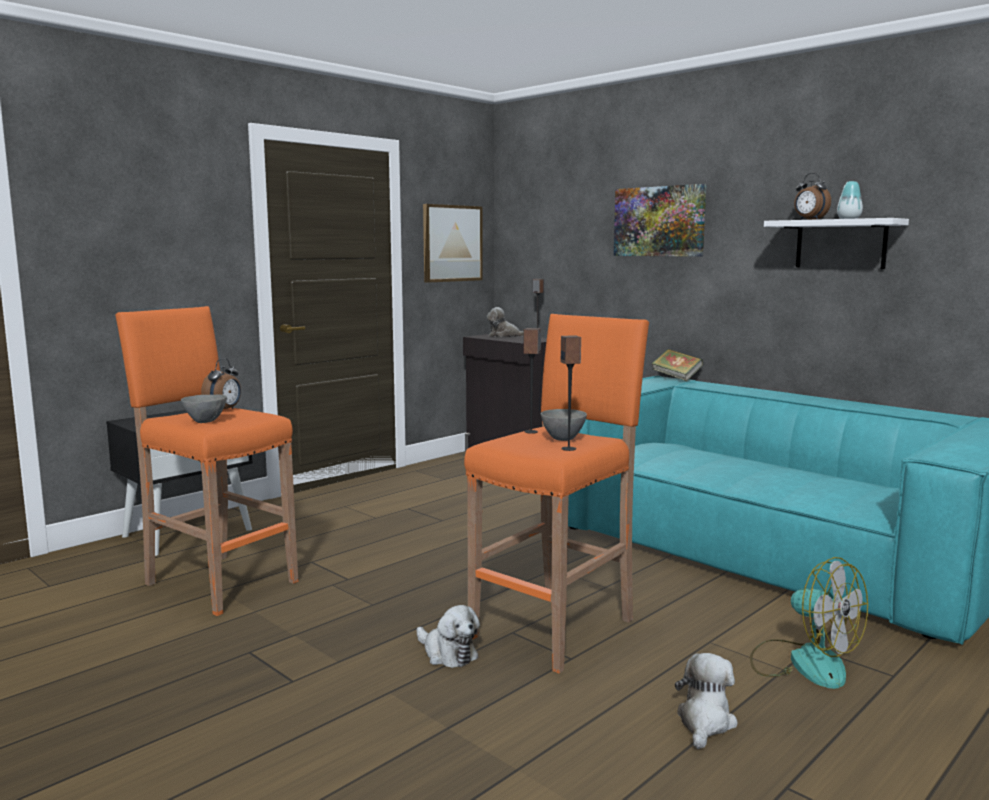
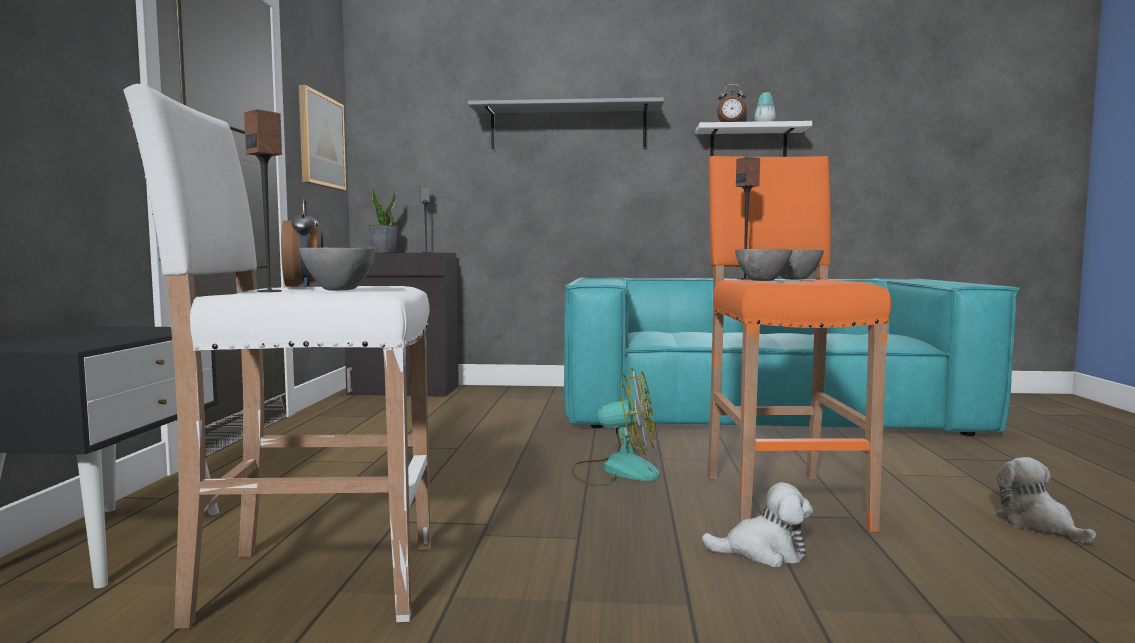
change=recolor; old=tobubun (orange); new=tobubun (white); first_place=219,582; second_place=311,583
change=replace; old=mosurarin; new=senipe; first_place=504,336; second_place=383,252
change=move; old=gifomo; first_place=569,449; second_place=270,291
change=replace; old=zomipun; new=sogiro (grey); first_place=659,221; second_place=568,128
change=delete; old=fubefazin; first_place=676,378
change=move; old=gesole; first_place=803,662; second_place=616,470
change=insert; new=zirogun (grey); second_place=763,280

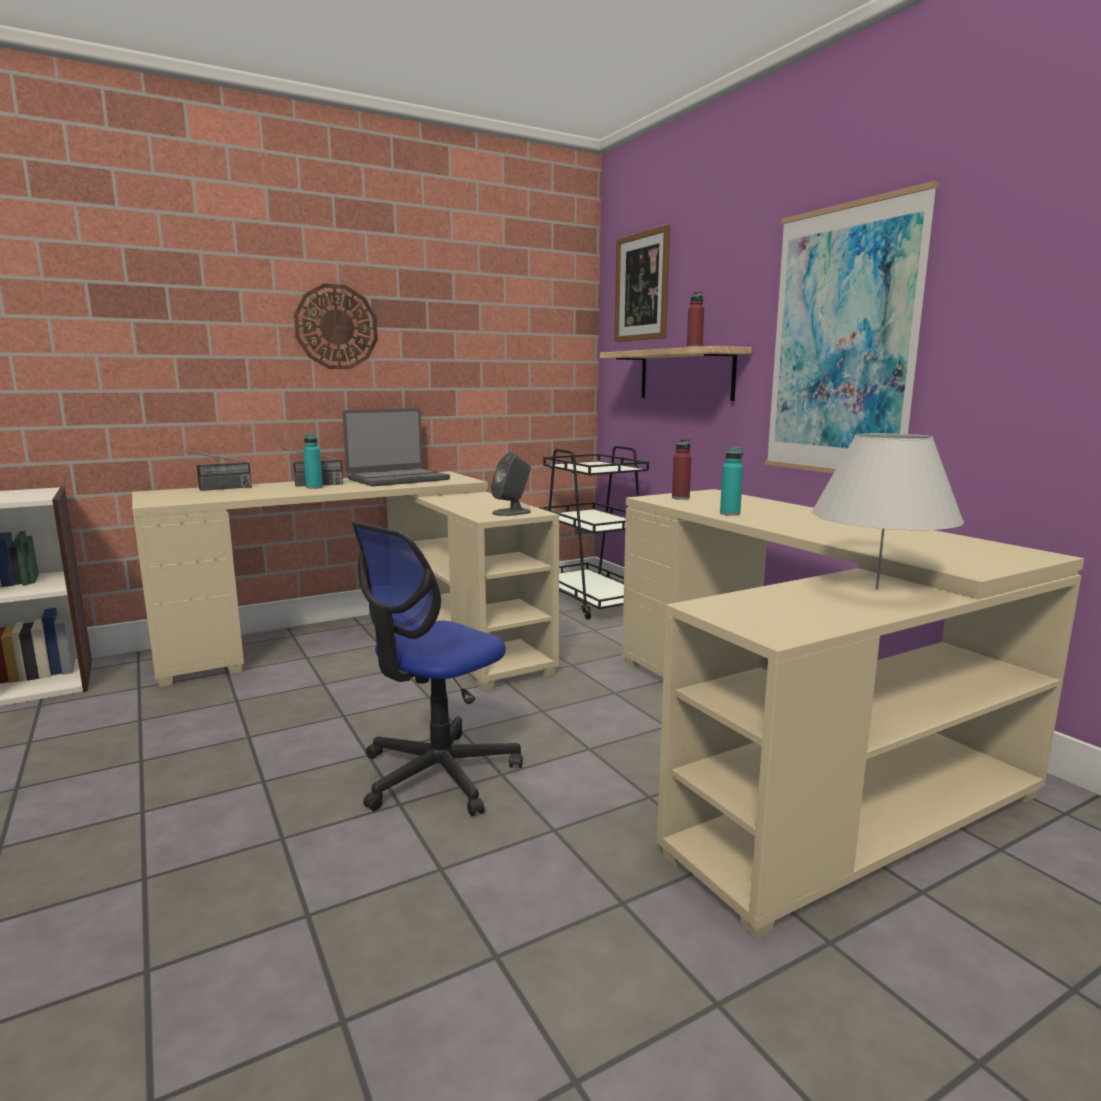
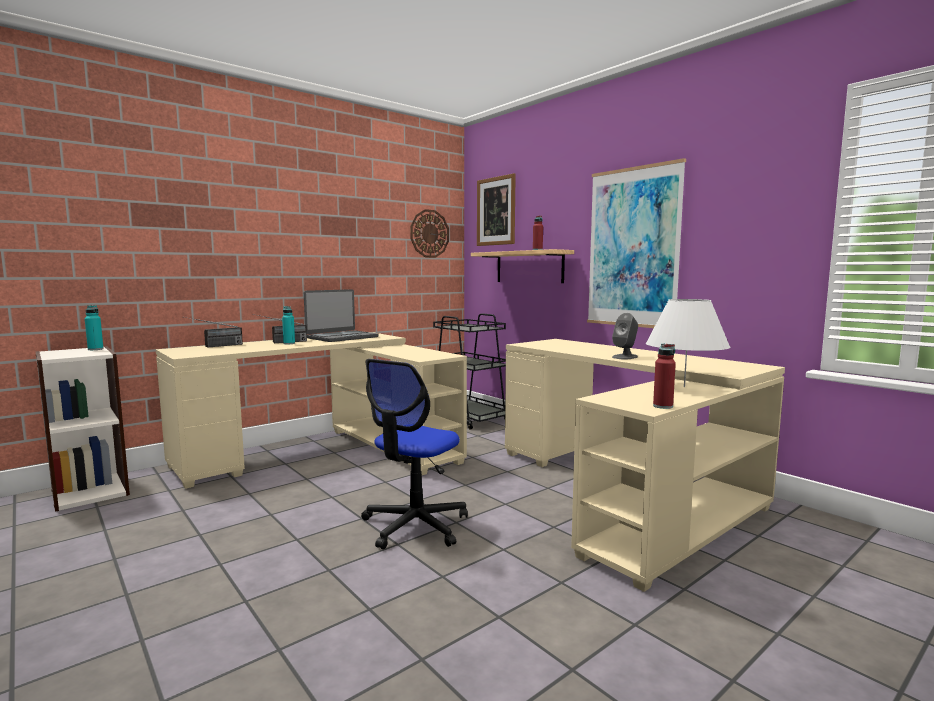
change=move; old=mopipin; first_place=336,327; second_place=429,233
change=move; old=gifomo (grey); first_place=512,512; second_place=625,357
change=move; old=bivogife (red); first_place=680,498; second_place=663,406
change=move; old=bivogife (turquoise); first_place=730,514; second_place=95,349

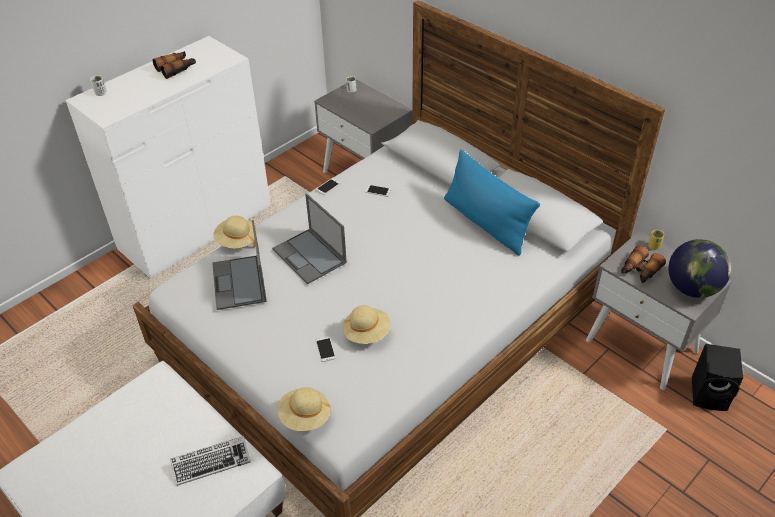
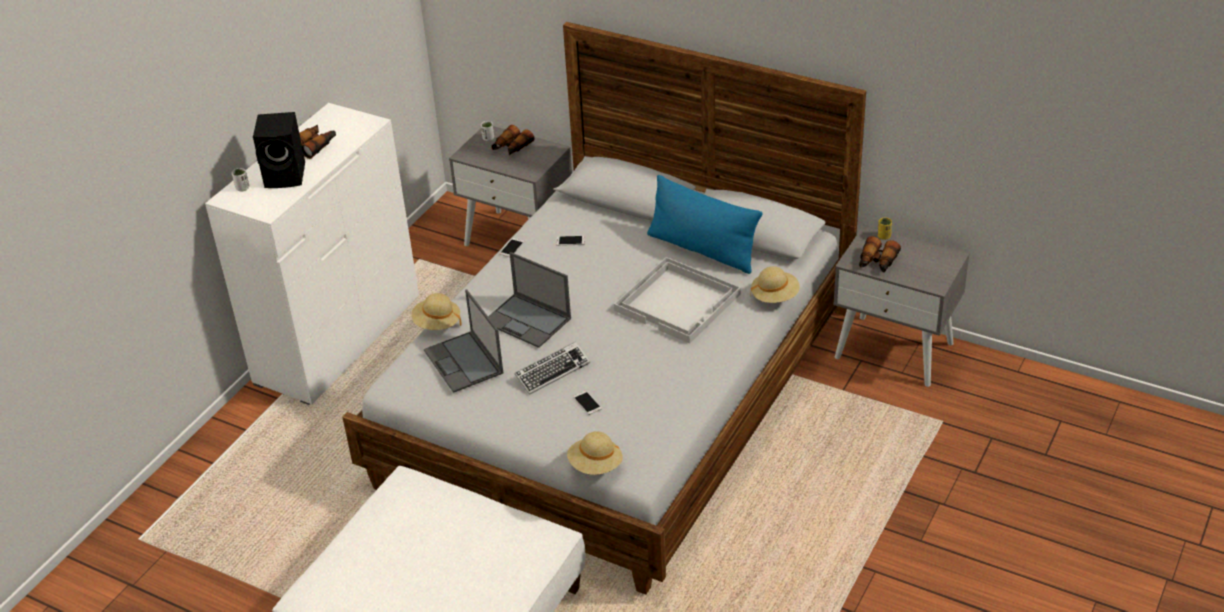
change=move; old=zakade; first_place=211,463; second_place=552,372
change=move; old=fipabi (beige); first_place=367,333; second_place=774,296
change=delete; old=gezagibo; first_place=692,288
change=move; old=gifomo (black); first_place=710,394; second_place=287,175
change=insert; new=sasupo; second_place=511,147
change=insert; new=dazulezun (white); second_place=679,302

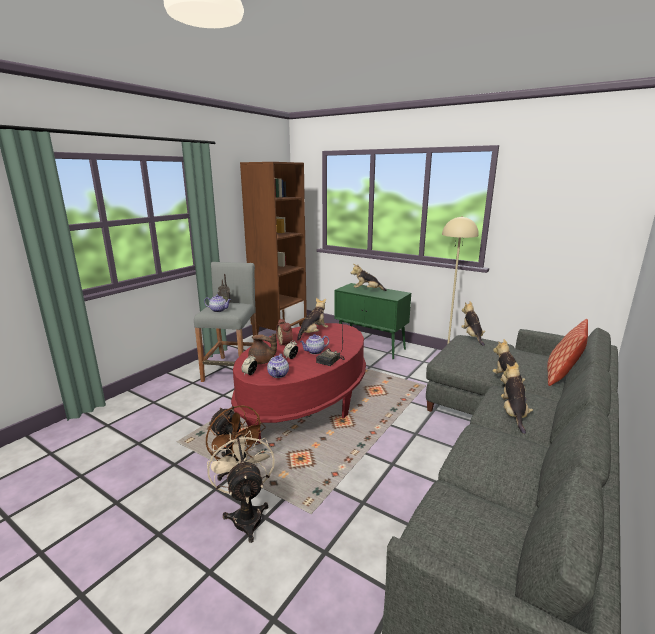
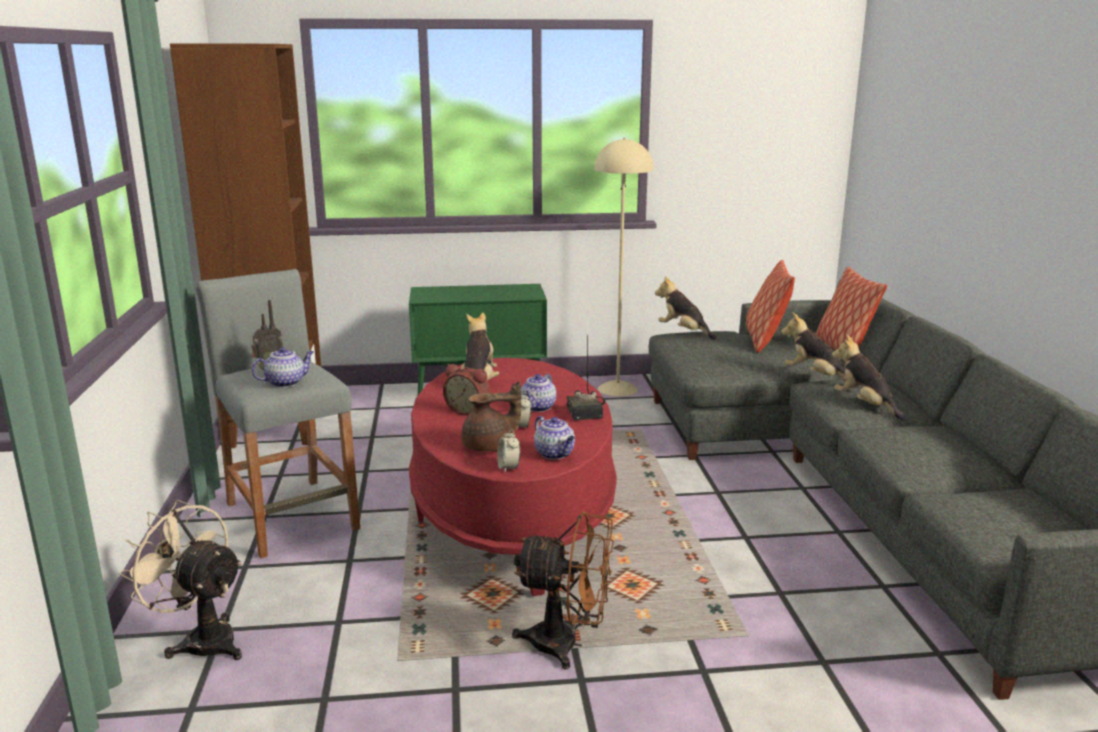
change=move; old=gesole (beige); first_place=246,515; second_place=201,639
change=delete; old=mosurarin; first_place=367,290
change=insert; new=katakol; second_place=765,341

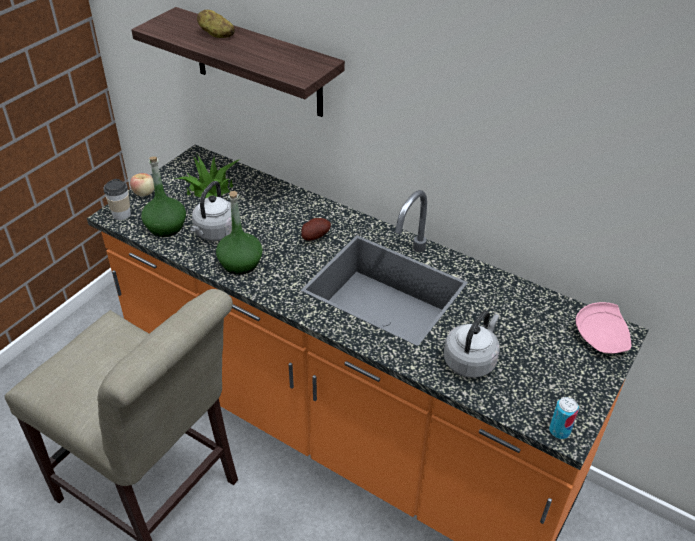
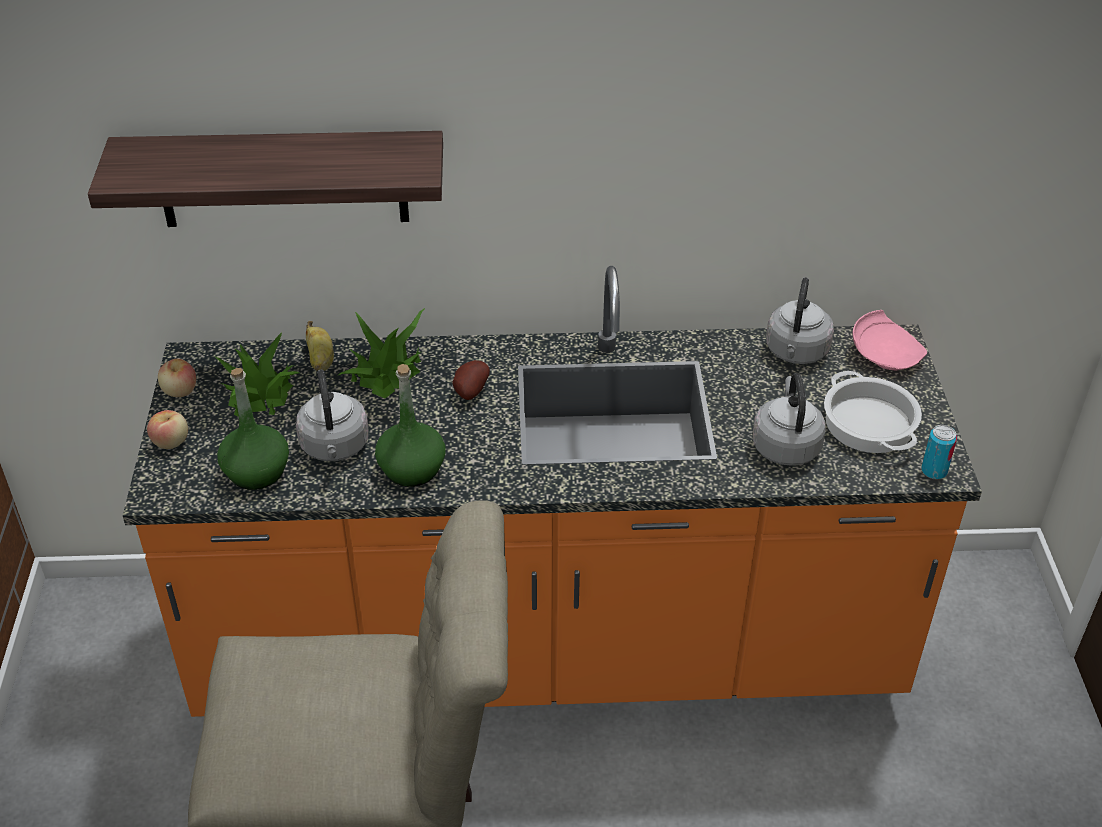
change=delete; old=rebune; first_place=121,214
change=delete; old=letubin; first_place=216,34
change=insert; new=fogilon; second_place=180,391
change=insert; new=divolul; second_place=321,361
change=insert; new=senipe; second_place=387,372
change=insert; new=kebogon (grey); second_place=796,353
change=insert; new=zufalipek; second_place=868,423

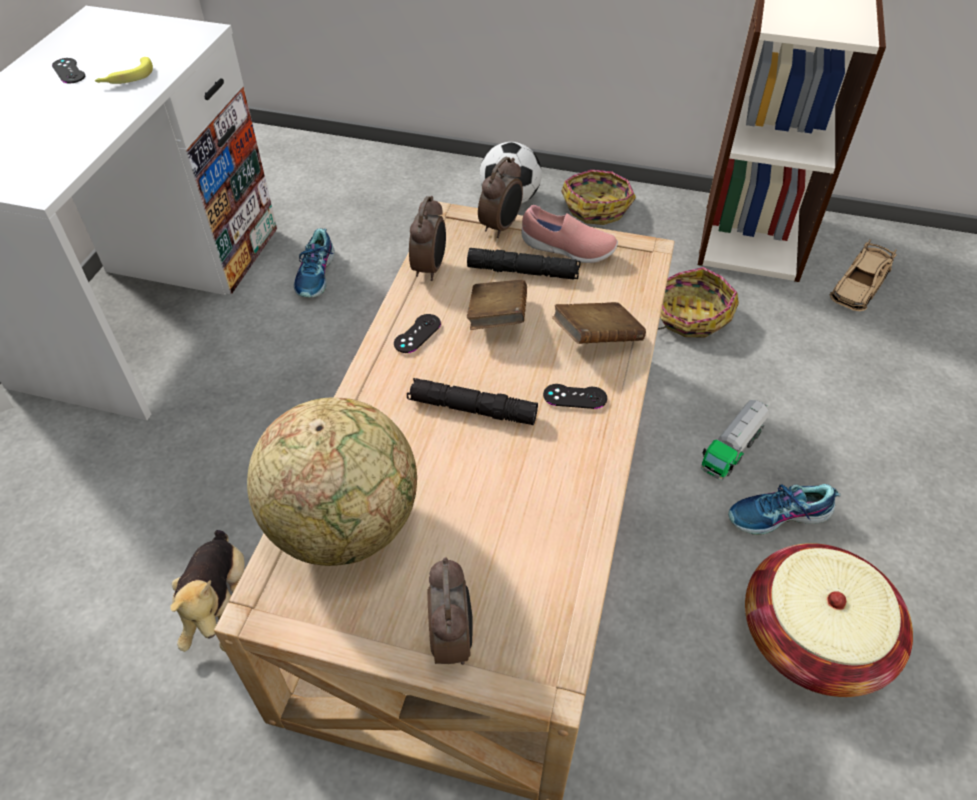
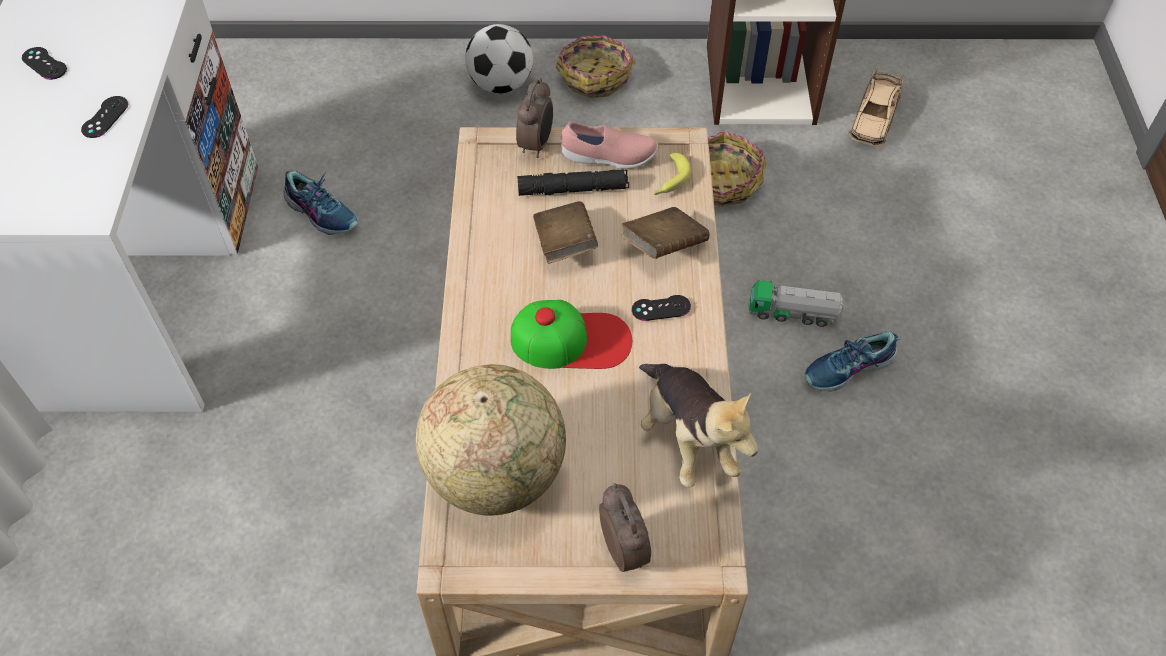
change=move; old=divolul; first_place=126,78; second_place=669,180
change=move; old=mosurarin; first_place=219,605; second_place=687,438
change=rotate; old=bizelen; first_place=317,275; second_place=322,212; degrees=-45
change=move; old=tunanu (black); first_place=417,333; second_place=105,117
change=replace; old=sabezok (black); new=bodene; first_place=472,409; second_place=571,340
change=delete; old=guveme; first_place=430,268
change=rotate; old=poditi; first_place=732,449; second_place=792,313; degrees=75
change=delete; old=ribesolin; first_place=812,638

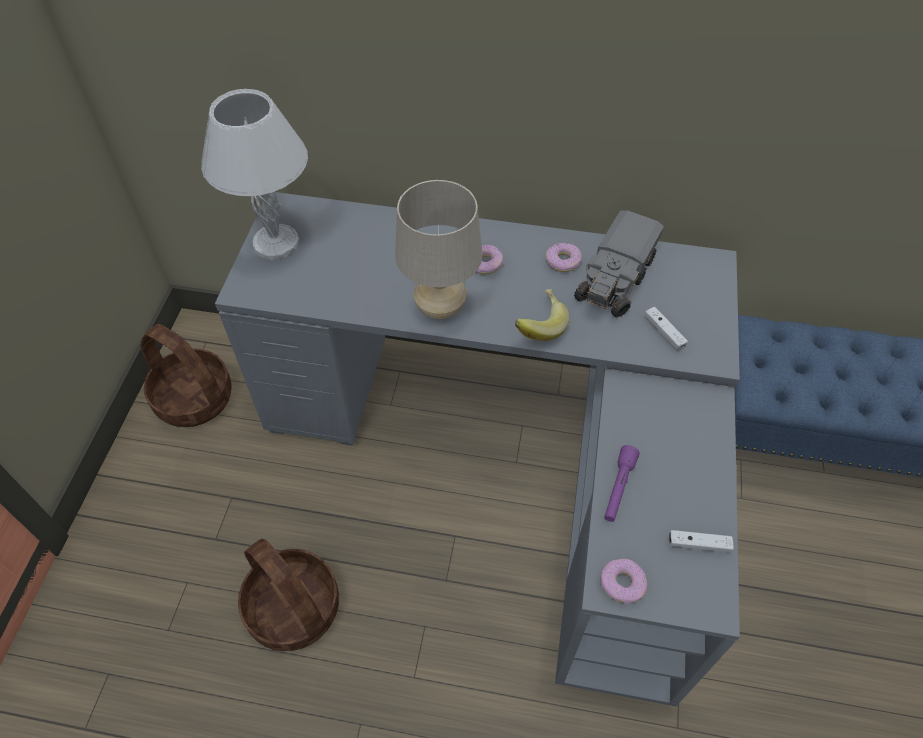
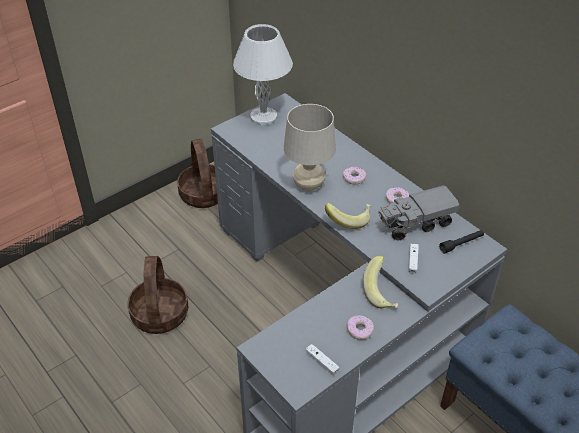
change=move; old=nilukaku; first_place=622,583; second_place=360,330
change=delete; old=sabezok (purple); first_place=618,488
change=insert; new=divolul; second_place=382,293
change=insert; new=sabezok (black); second_place=461,244

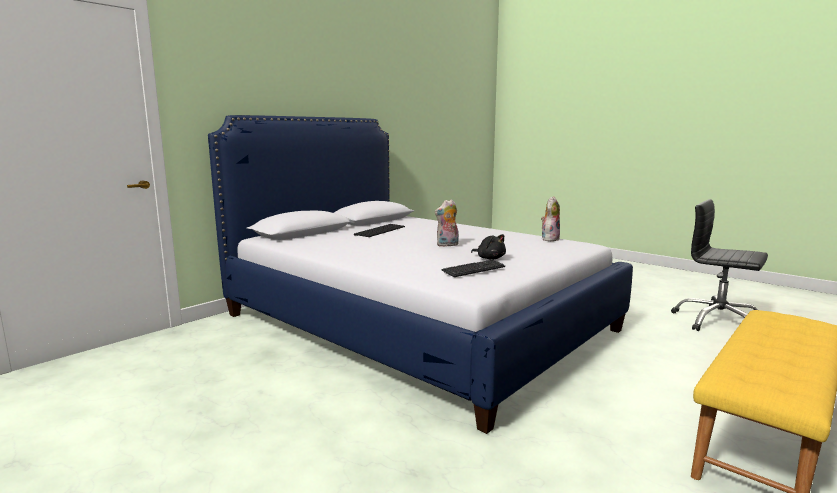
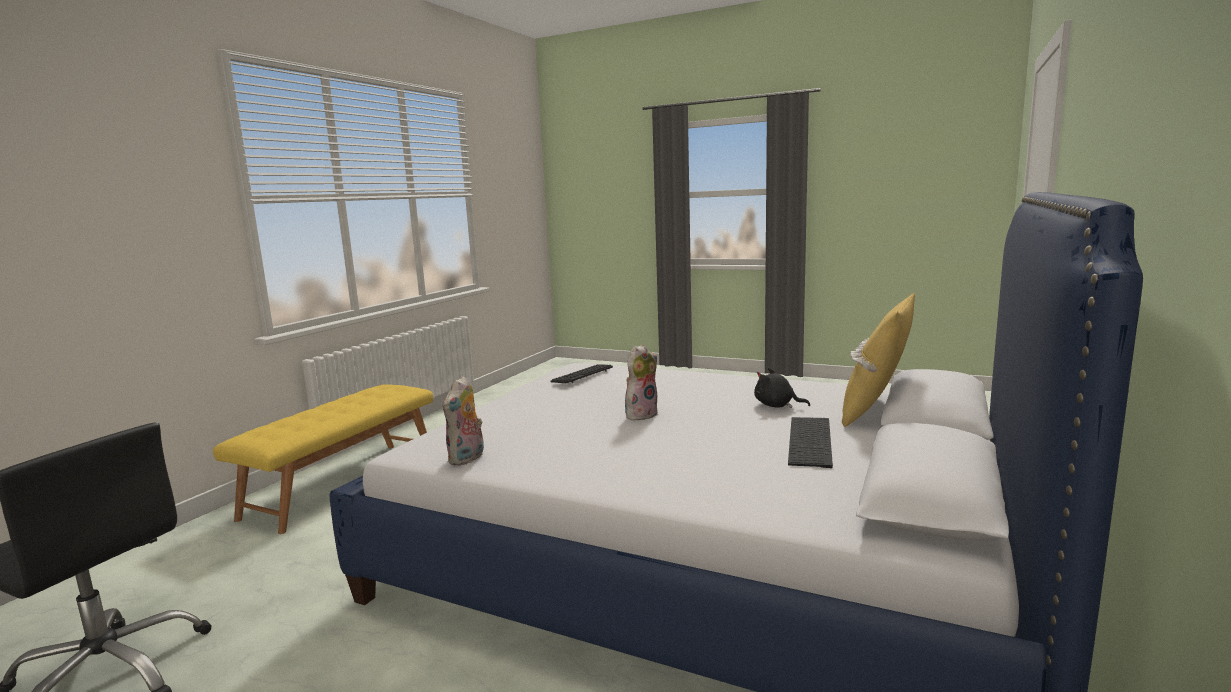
change=move; old=mosurarin (black); first_place=490,258; second_place=777,406
change=insert; new=katakol (yellow); second_place=877,411

